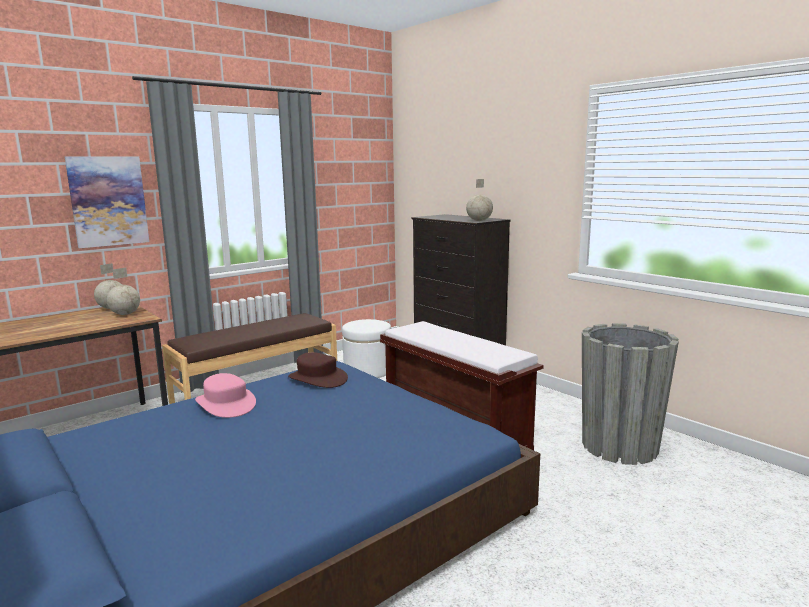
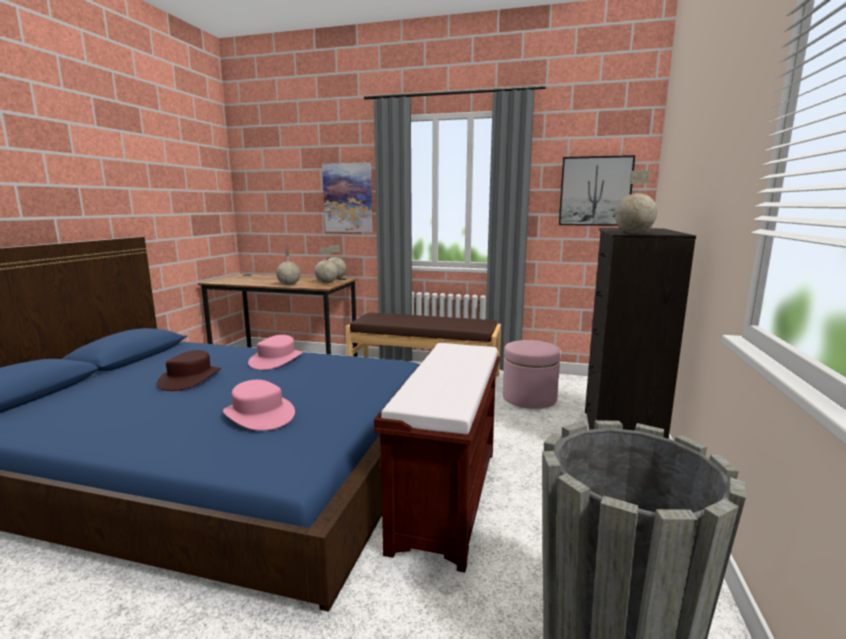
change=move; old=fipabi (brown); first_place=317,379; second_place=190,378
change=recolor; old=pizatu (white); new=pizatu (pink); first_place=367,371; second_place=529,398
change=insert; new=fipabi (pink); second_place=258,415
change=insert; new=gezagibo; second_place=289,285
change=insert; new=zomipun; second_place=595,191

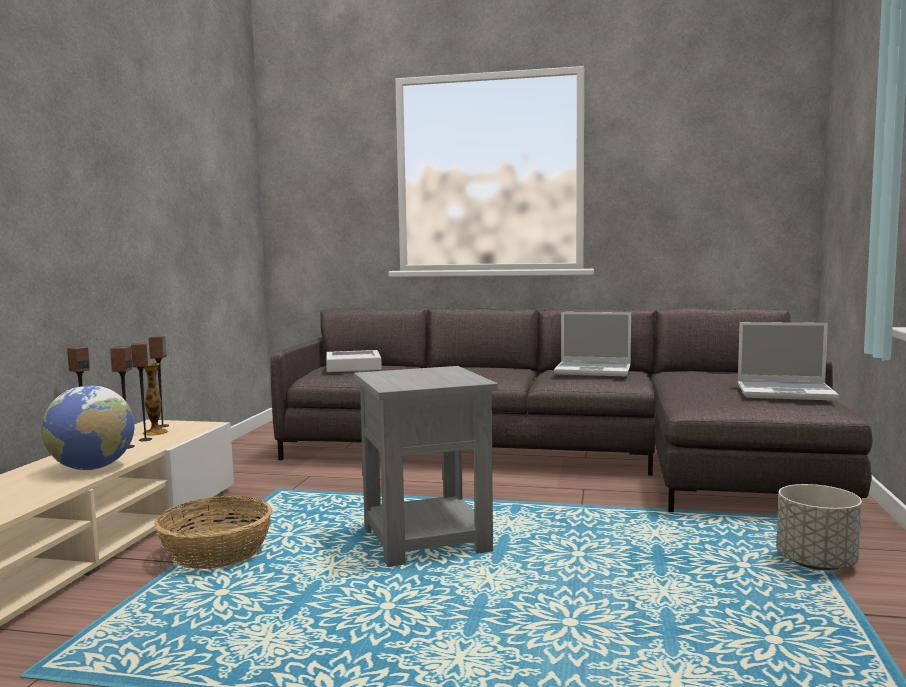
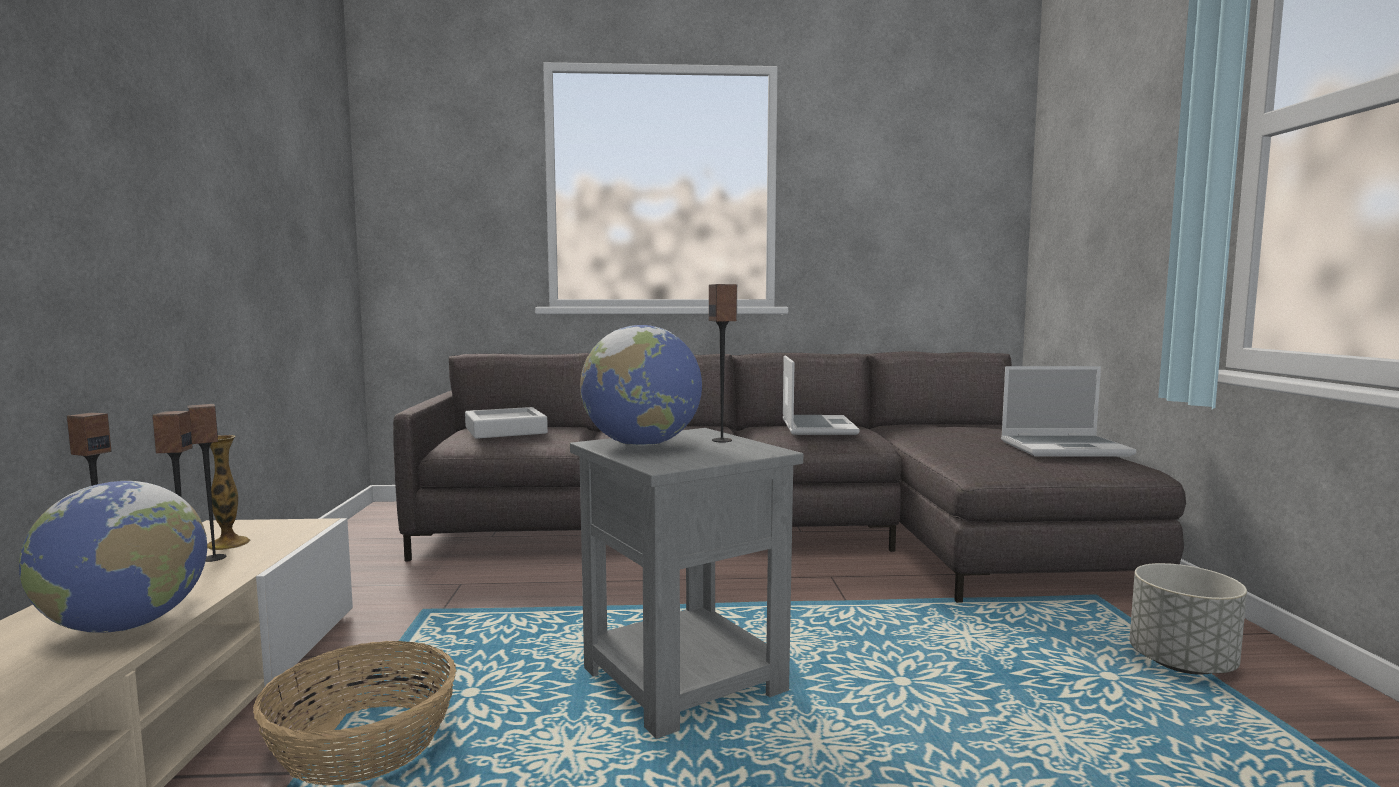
change=move; old=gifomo; first_place=163,426; second_place=722,440
change=rotate; old=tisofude; first_place=594,371; second_place=816,427; degrees=-90
change=insert; new=gezagibo; second_place=642,445

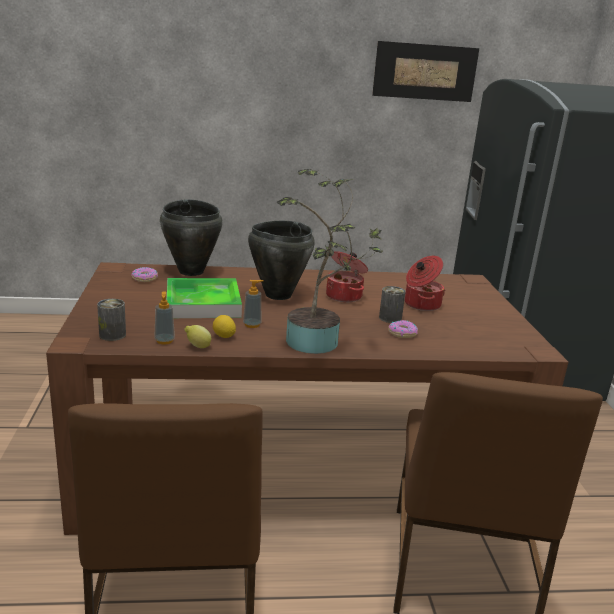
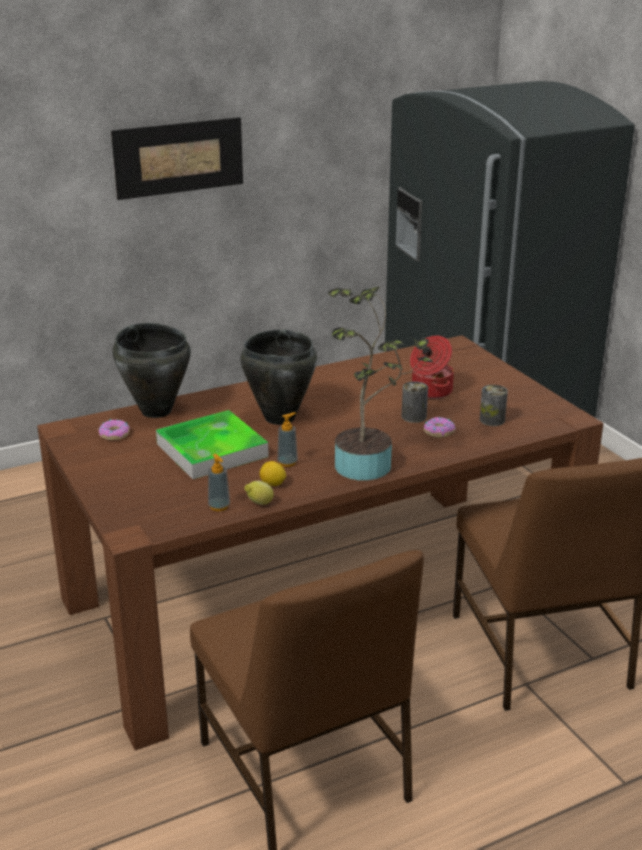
change=move; old=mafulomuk; first_place=112,335; second_place=492,420
change=delete; old=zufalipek; first_place=345,296
change=move; old=zomipun; first_place=425,72; second_place=179,157

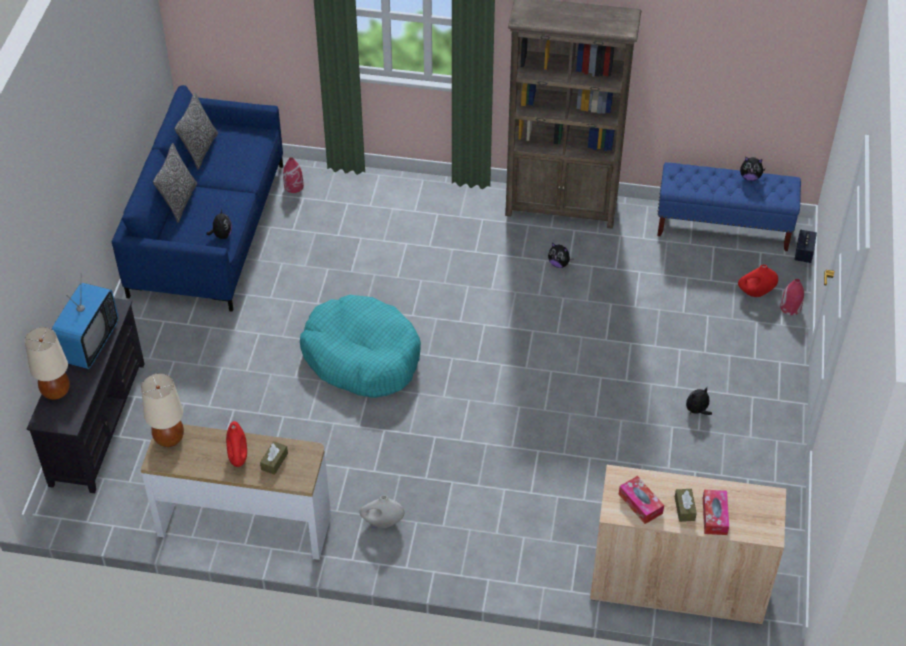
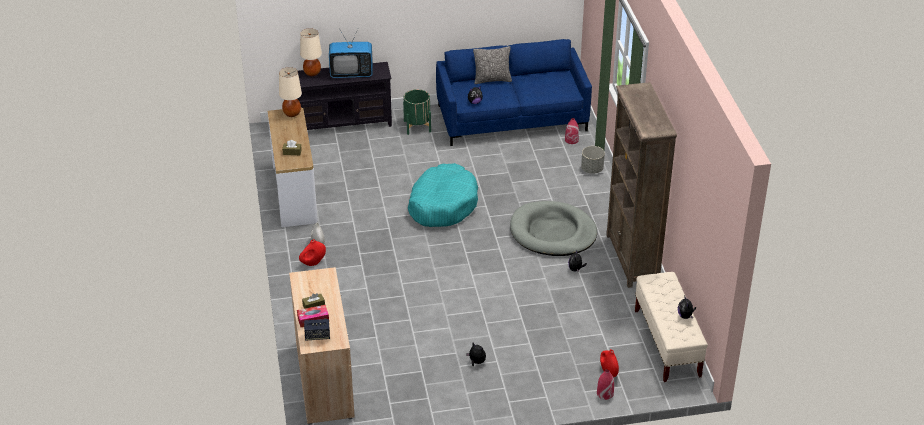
change=delete; old=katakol; first_place=200,150
change=move; old=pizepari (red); first_place=238,457; second_place=313,263
change=delete; old=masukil; first_place=640,504
change=recolor; old=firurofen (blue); new=firurofen (beige); first_place=723,227; second_place=667,343
change=move; old=gifomo; first_place=803,253; second_place=317,336
change=insert; new=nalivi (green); second_place=417,126
change=insert; new=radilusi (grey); second_place=553,232
change=insert; new=nalivi (grey); second_place=592,169

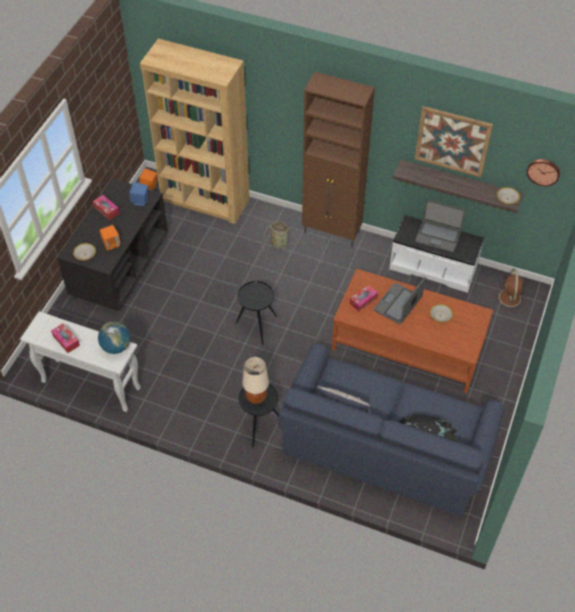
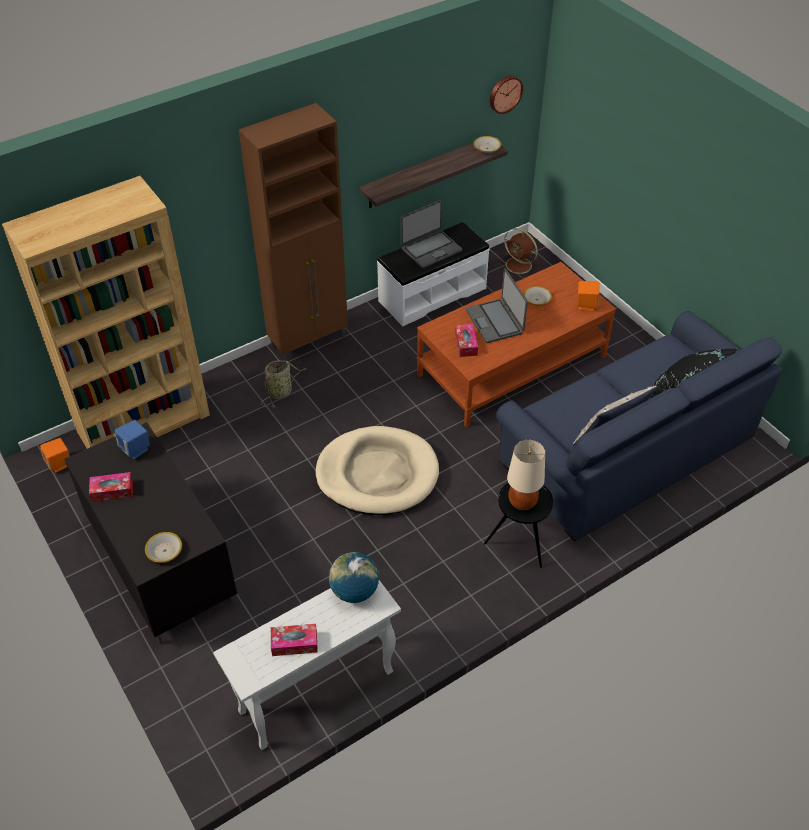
change=move; old=gifomo (orange); first_place=111,244; second_place=586,305
change=replace; old=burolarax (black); new=radilusi (beige); first_place=257,326; second_place=377,474
change=delete; old=zomipun; first_place=452,141

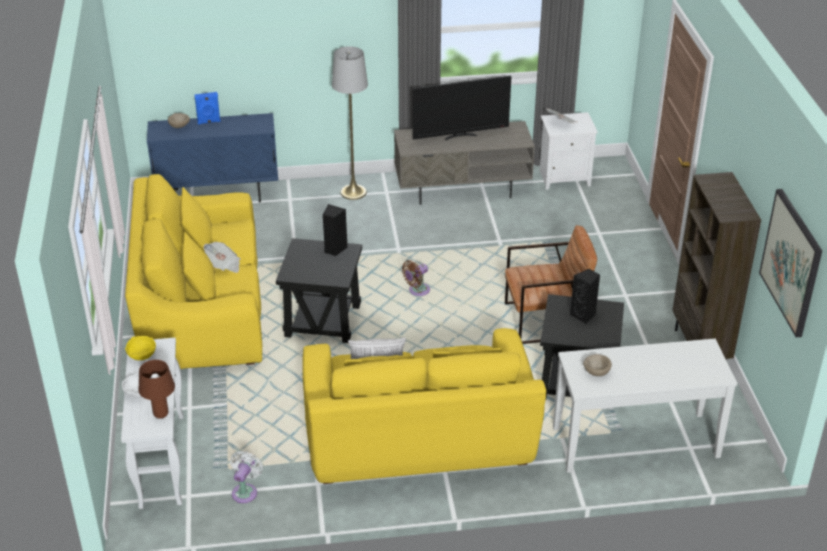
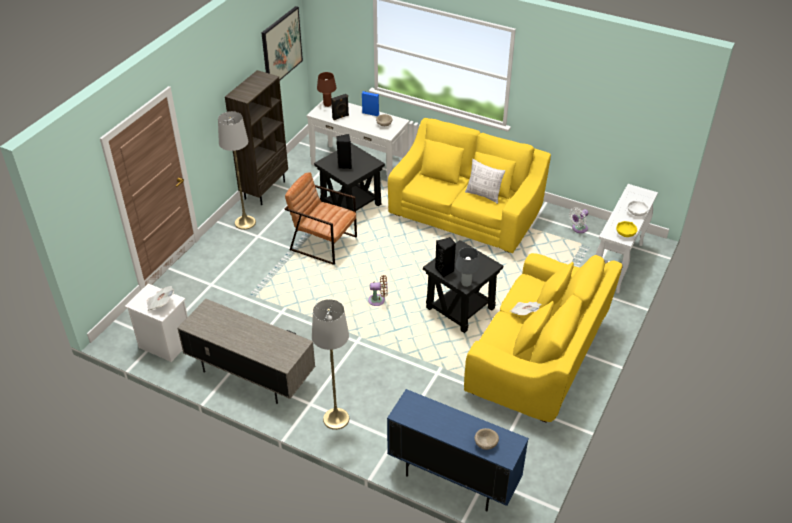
change=move; old=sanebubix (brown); first_place=161,414; second_place=327,105
change=move; old=gifomo (blue); first_place=209,122; second_place=370,113
change=delete; old=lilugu; first_place=460,136
change=insert; new=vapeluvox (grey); second_place=245,222
change=insert; new=gifomo (black); second_place=340,117
change=insert; new=sanebubix (grey); second_place=466,284

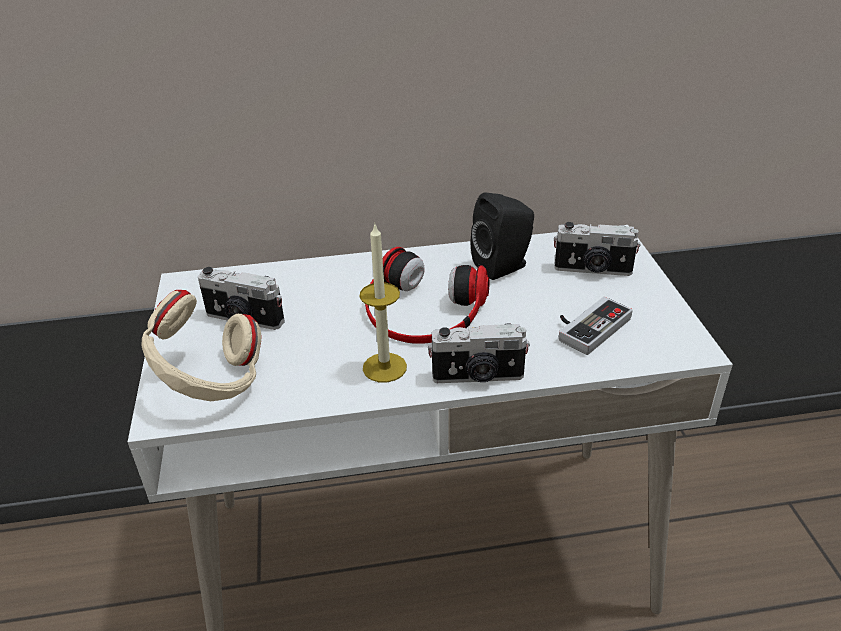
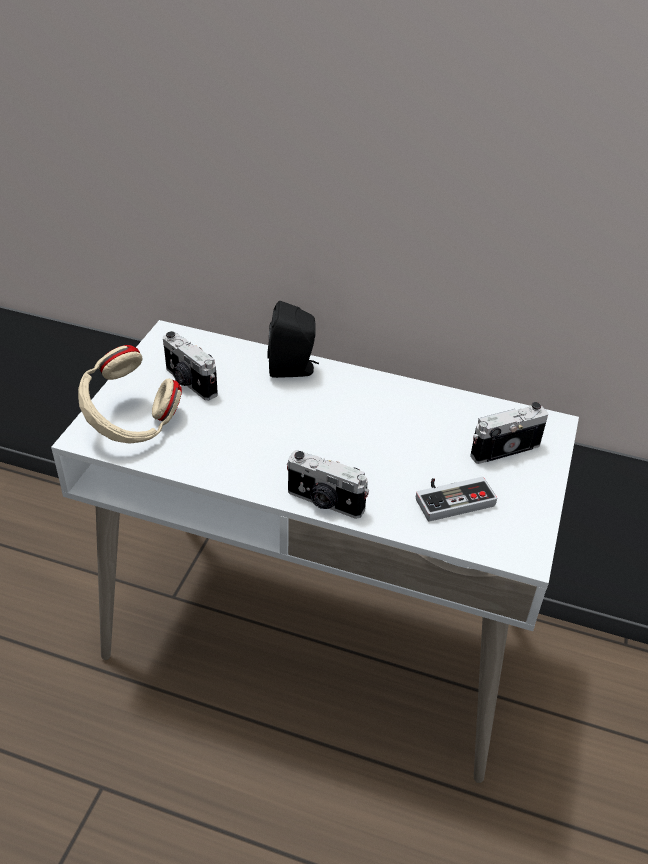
change=delete; old=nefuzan; first_place=384,367
change=delete; old=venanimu; first_place=422,310
change=move; old=gifomo (black); first_place=504,266; second_place=293,369
change=rotate; old=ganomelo; first_place=593,270; second_place=503,448; degrees=120

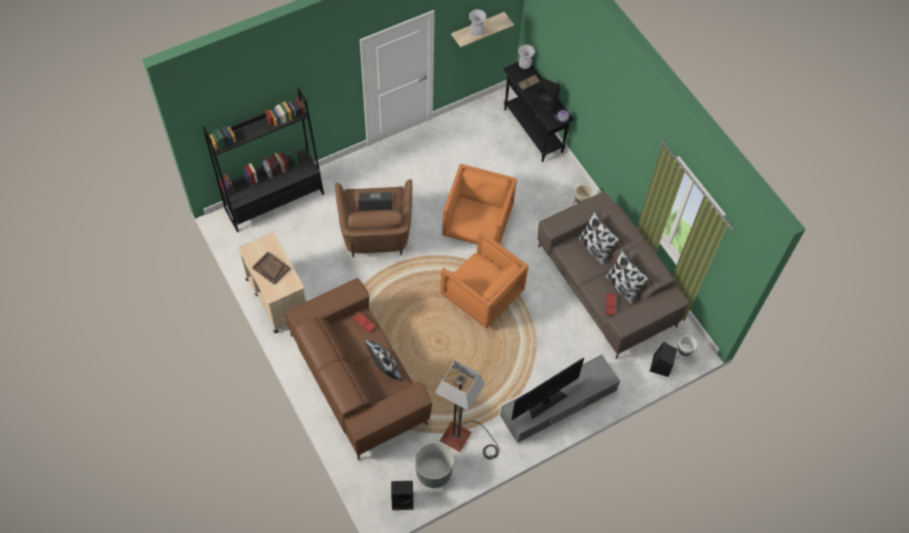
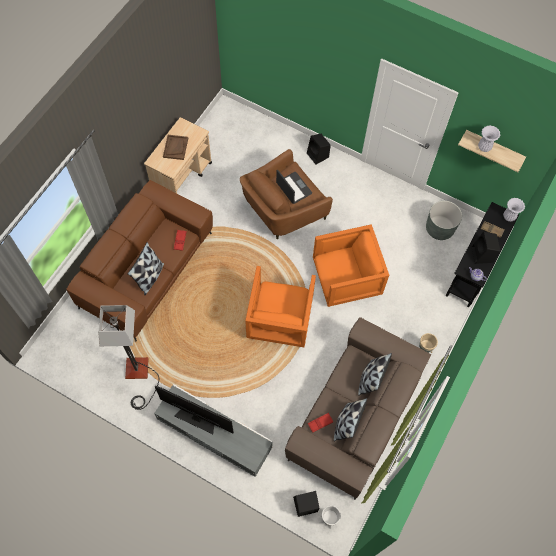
change=delete; old=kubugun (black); first_place=275,201
change=move; old=gifomo (black); first_place=403,499; second_place=318,155
change=move; old=nalivi (grey); first_place=433,472; second_place=439,229

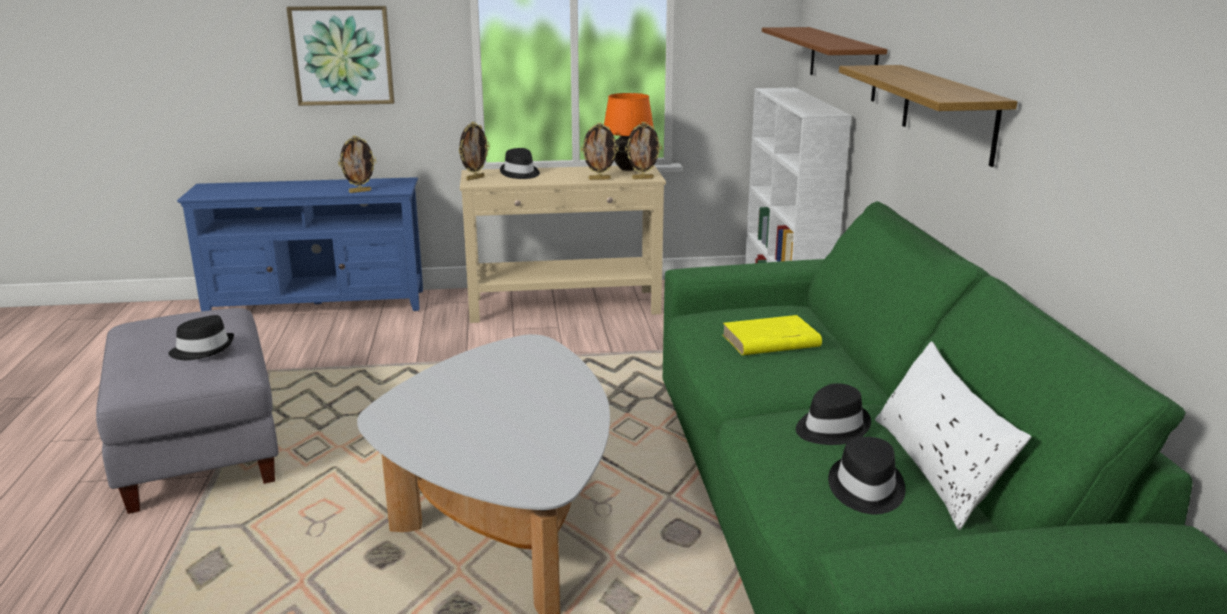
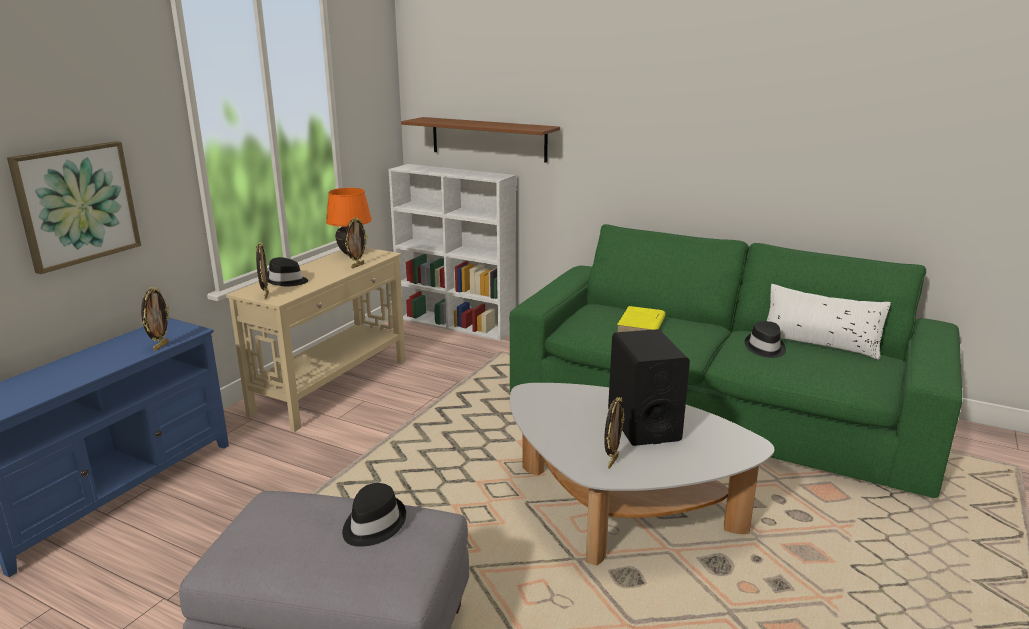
change=move; old=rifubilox; first_place=642,178; second_place=612,461
change=delete; old=fipabi (black); first_place=865,489
change=delete; old=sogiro; first_place=948,112
change=insert; new=gifomo (black); second_place=643,425

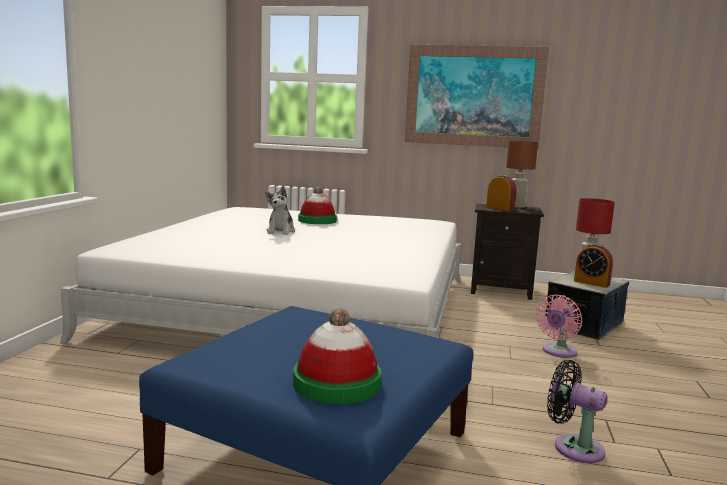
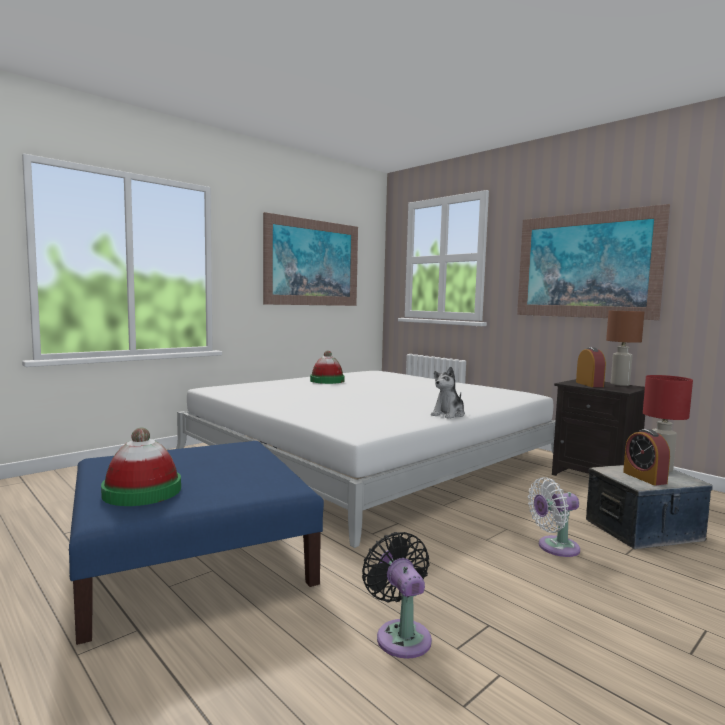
change=move; old=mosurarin; first_place=280,231; second_place=448,414
change=move; old=fipabi; first_place=317,220; second_place=327,380
change=recolor; old=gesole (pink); new=gesole (white); first_place=557,352; second_place=554,547
change=insert; new=zomipun; second_place=313,263

